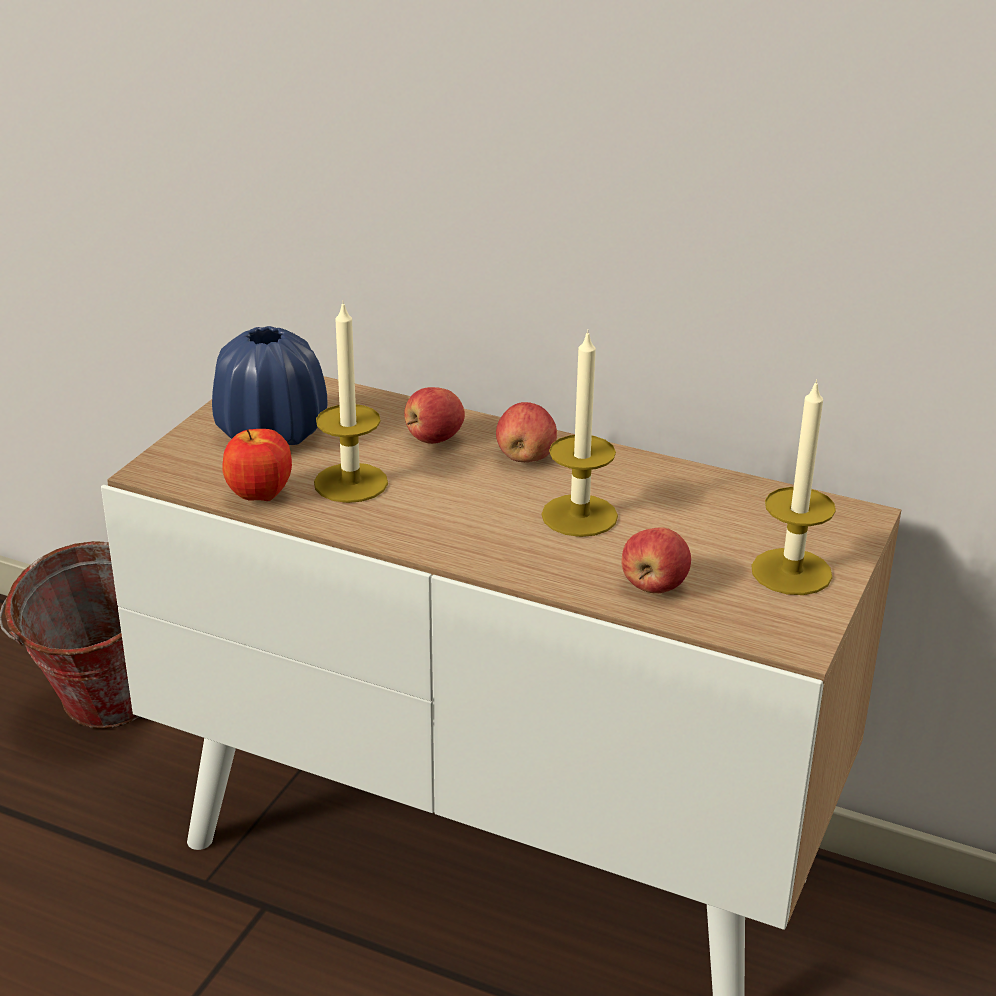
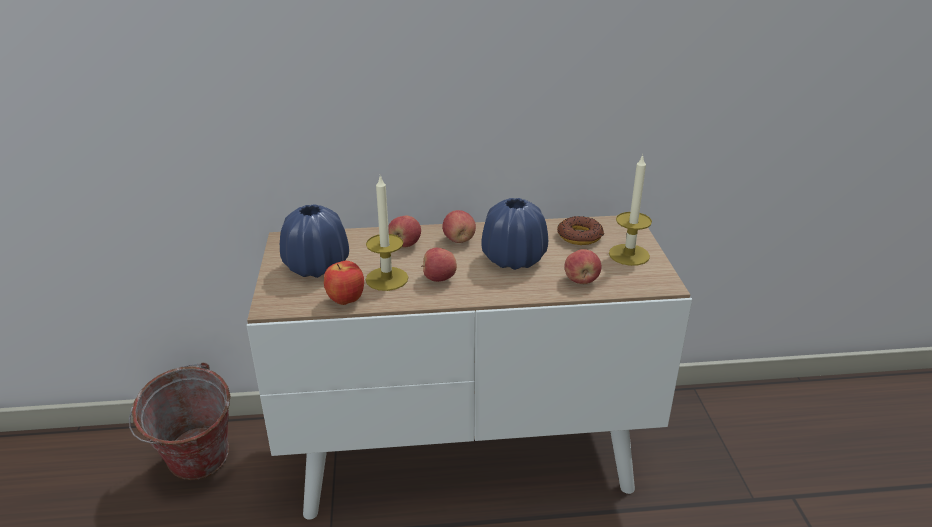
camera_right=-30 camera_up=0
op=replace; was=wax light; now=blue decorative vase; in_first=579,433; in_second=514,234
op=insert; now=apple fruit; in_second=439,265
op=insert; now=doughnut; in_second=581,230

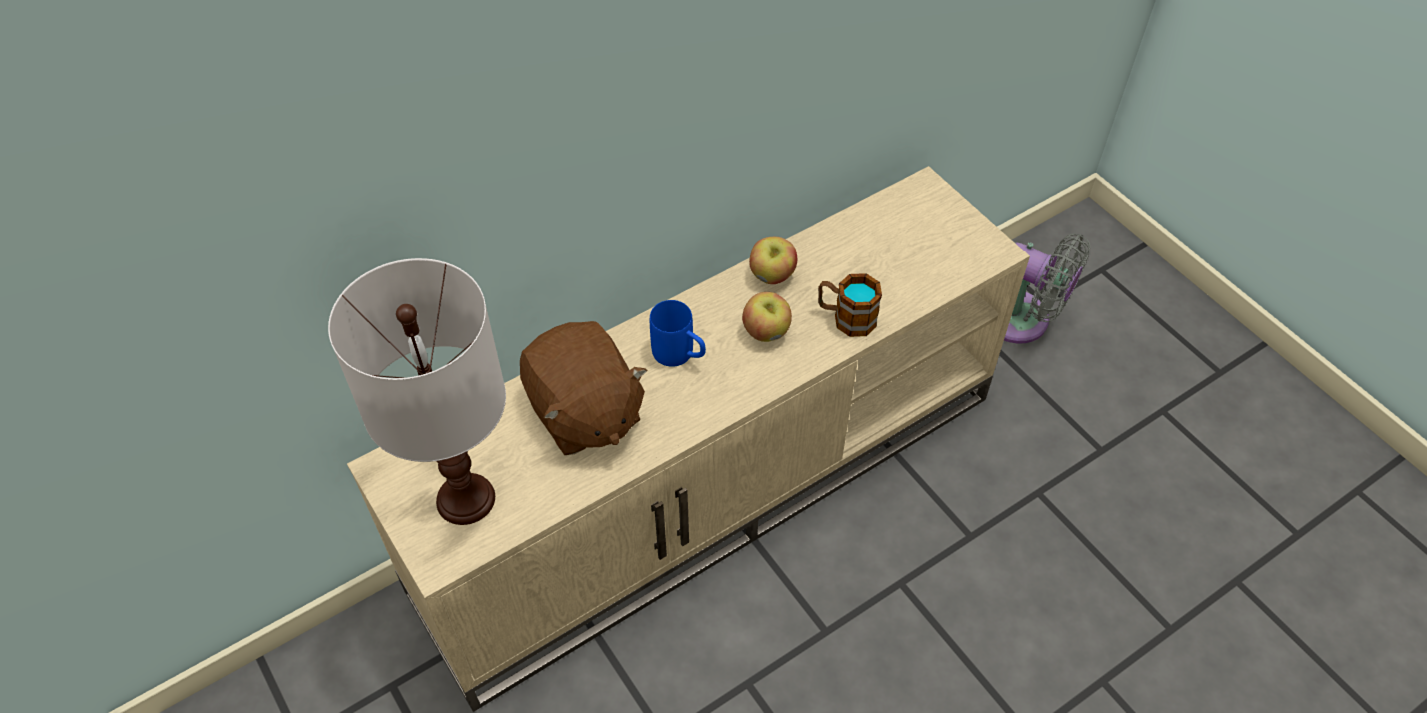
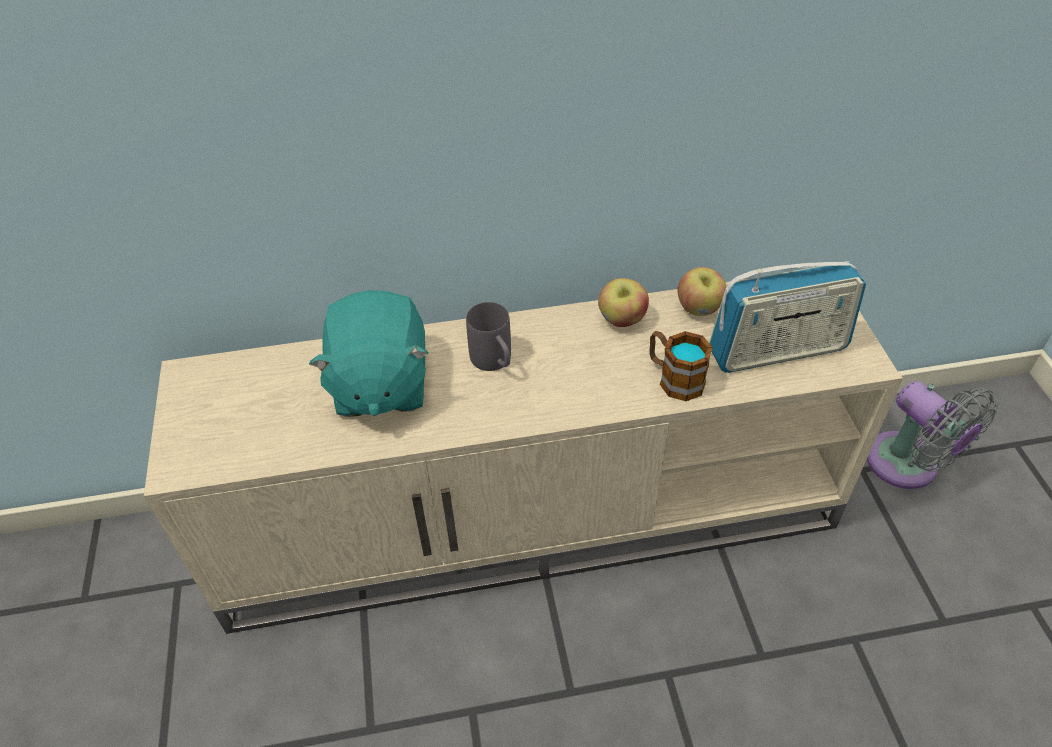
camera_right=25 camera_up=-5
op=delete; was=white table lamp; in_first=417,391
op=recolor; was=brown cuddly toy; now=turquoise-coloured cuddly toy; in_first=583,388; in_second=368,353
op=recolor; was=blue coffee mug; now=gray coffee mug; in_first=678,333; in_second=488,336
op=move; was=apple fruit; in_first=767,317; in_second=701,291
op=insert; now=radio receiver; in_second=787,317

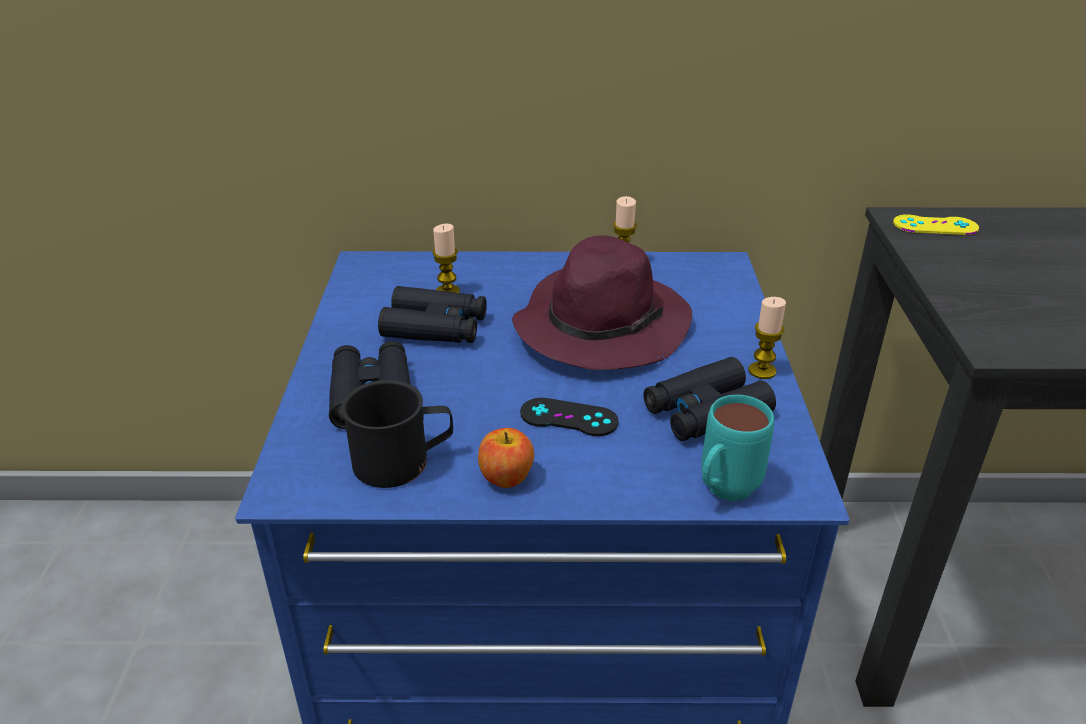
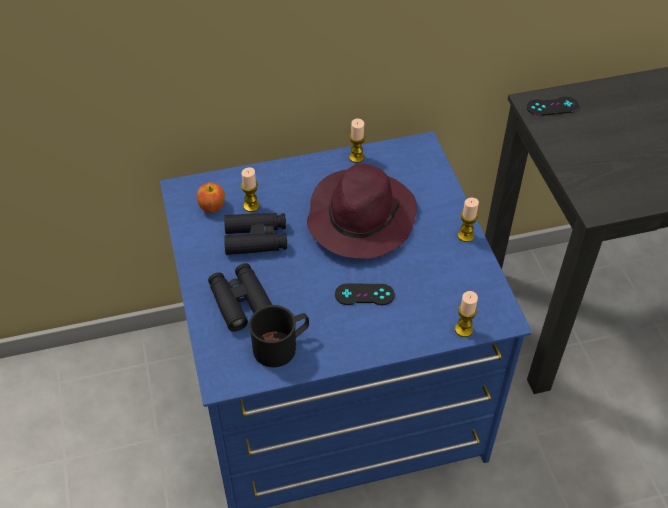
camera_right=-15 camera_up=15
op=move; was=apple fruit; in_first=506,458; in_second=211,198
op=delete; was=black-coloured pair of binoculars; in_first=709,399
op=replace; was=turquoise-coloured coffee mug; now=wax light; in_first=737,448; in_second=466,314
op=recolor; was=yellowish game controller; now=black-coloured game controller; in_first=936,224; in_second=553,106

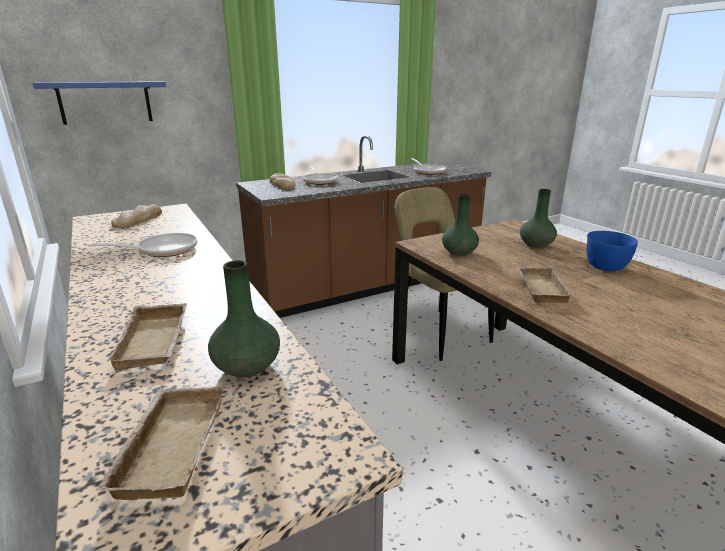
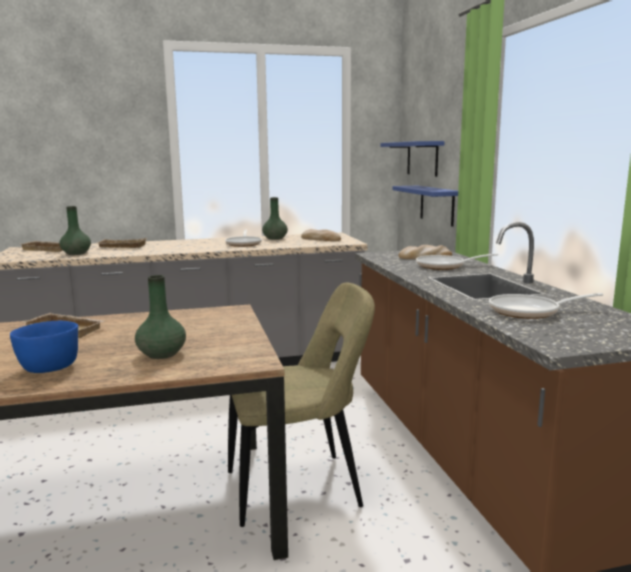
camera_right=105 camera_up=-10
op=move; was=greenish decorative vase; in_first=460,225; in_second=275,218
op=insert; now=blue shelf; in_second=425,206

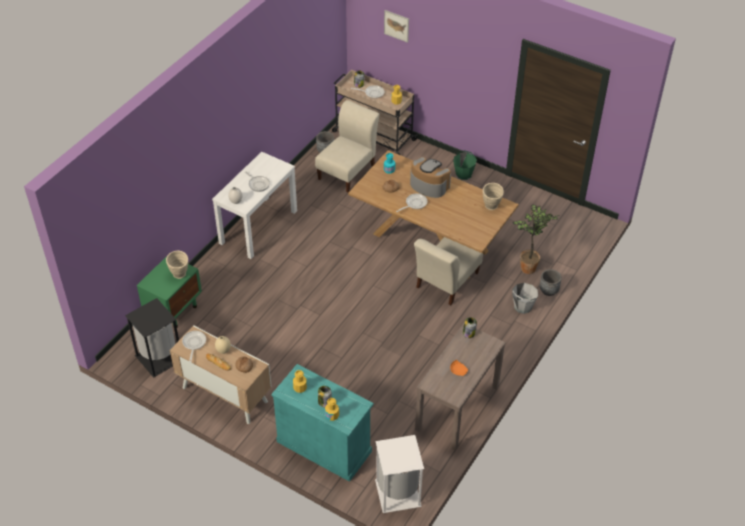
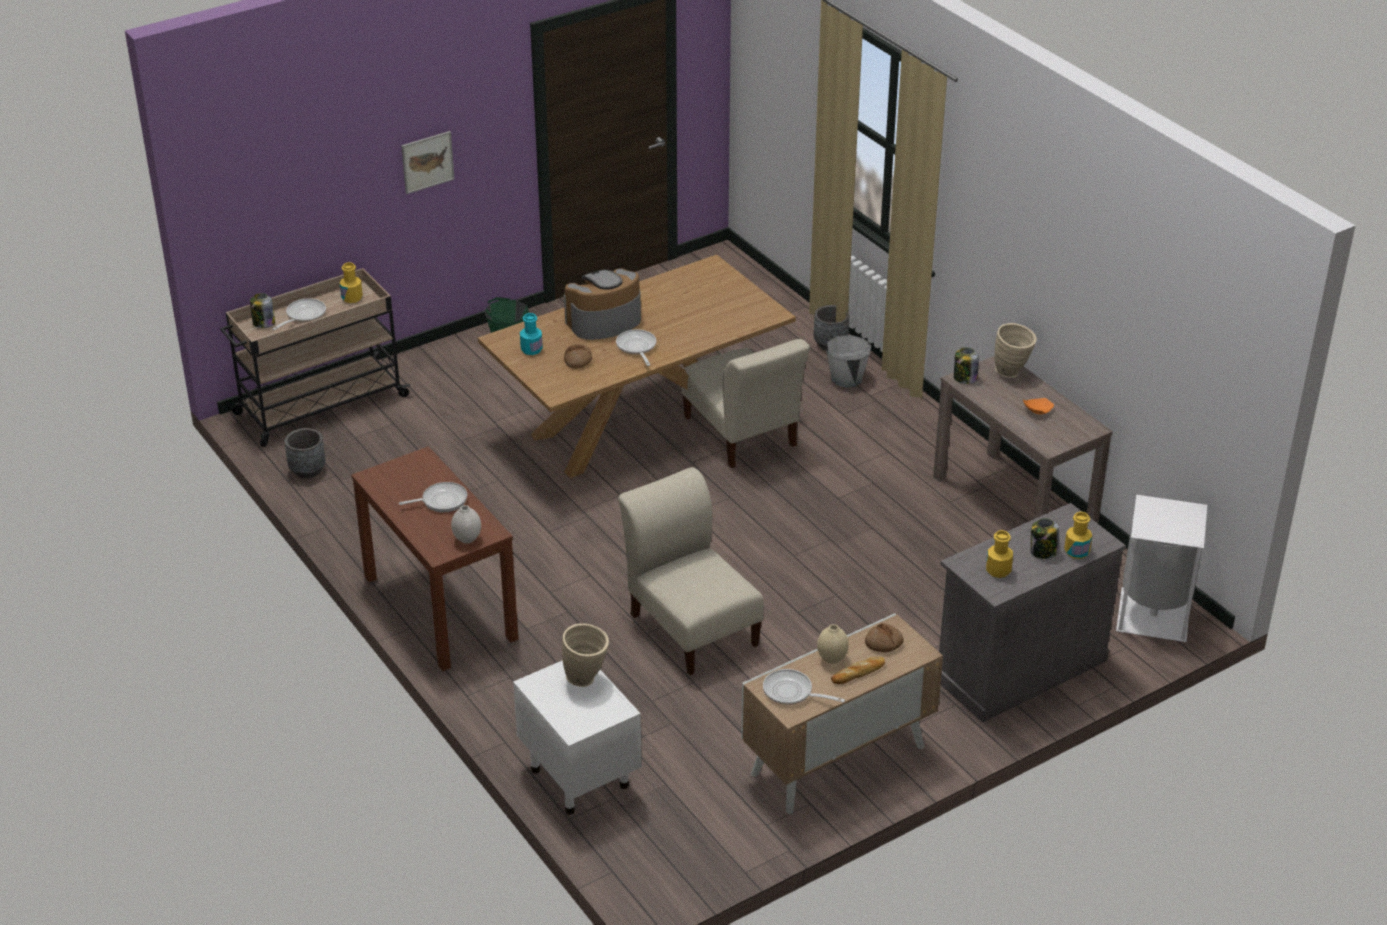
camera_right=-65 camera_up=-10
op=delete; was=black-coloured waste bin; in_first=152,338
op=recolor; was=greenish bedside table; now=white bedside table; in_first=169,291; in_second=577,737
op=recolor; was=white hall table; now=brown hall table; in_first=254,205; in_second=434,558
op=recolor; was=turquoise-coloured storage cabinet; now=gray storage cabinet; in_first=322,423; in_second=1032,613
op=move; was=beige chair; in_first=347,146; in_second=691,571
op=move; was=wall art; in_first=396,26; in_second=428,162
op=move; was=beige decorative vase; in_first=493,196; in_second=1015,350
op=delete; was=plant in a pot; in_first=535,239

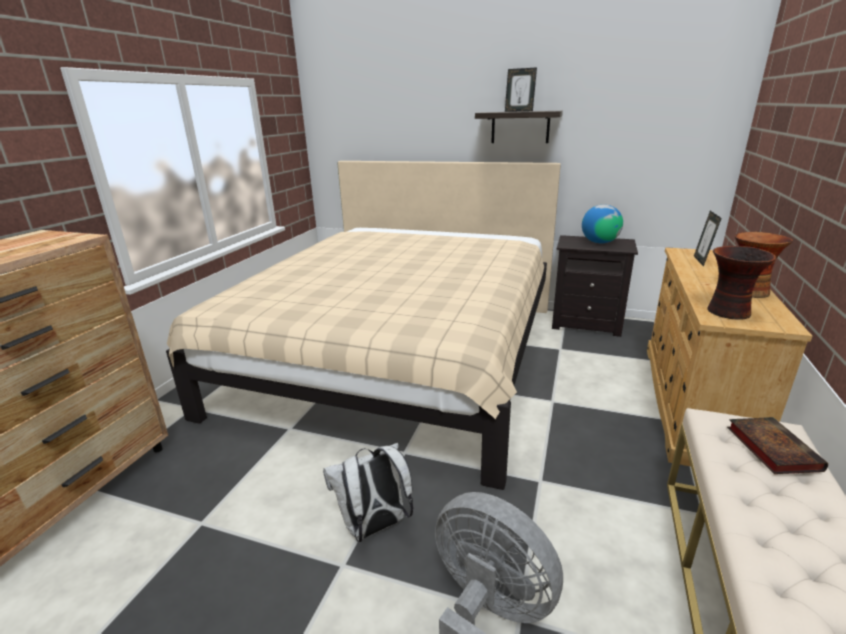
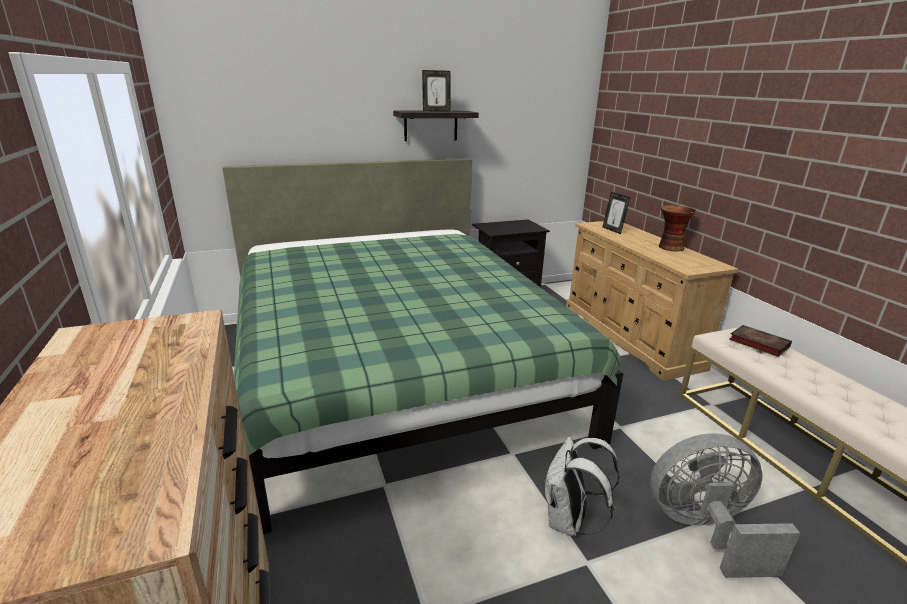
camera_right=-40 camera_up=0
op=recolor; was=beige bed; now=greenish bed; in_first=363,325; in_second=422,346
op=delete; was=globe; in_first=602,224
op=delete; was=decorative vase; in_first=741,283

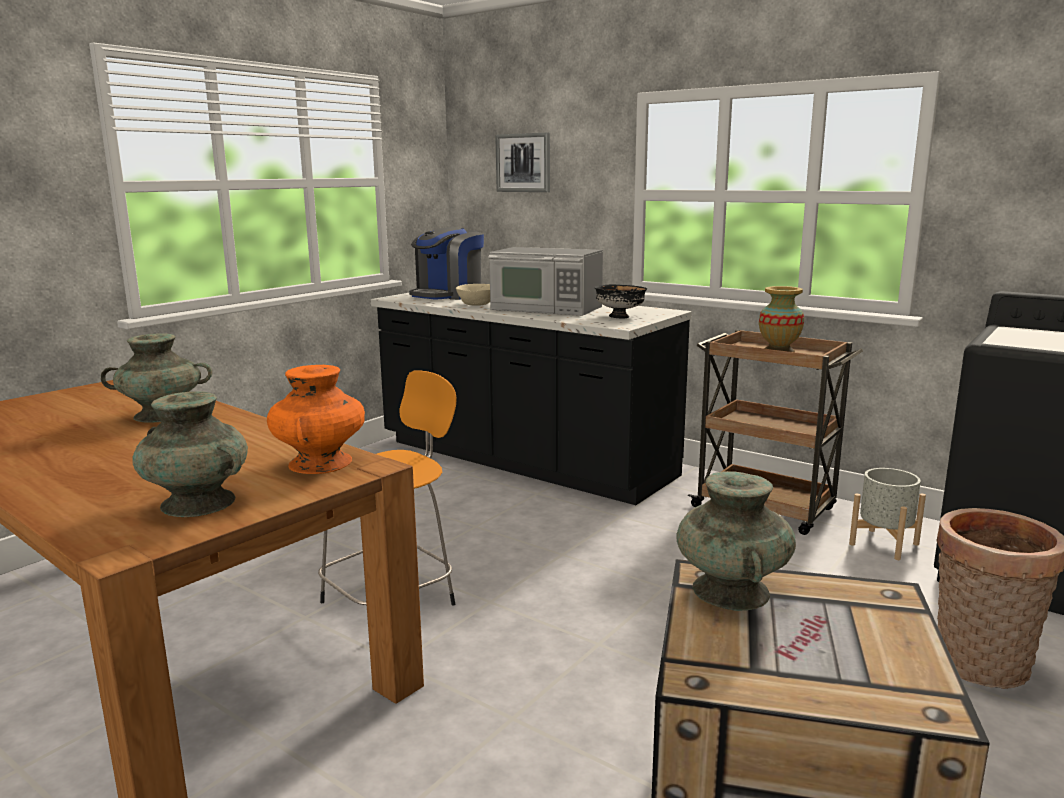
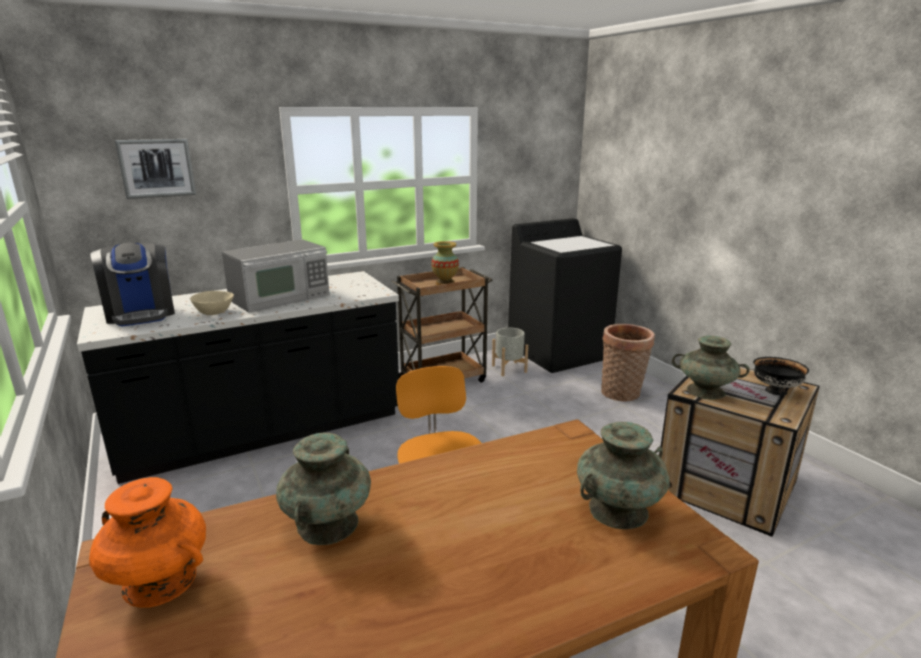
camera_right=-65 camera_up=5
op=move; was=orange decorative vase; in_first=316,419; in_second=147,542
op=move; was=black-coloured deep dish; in_first=620,301; in_second=781,376

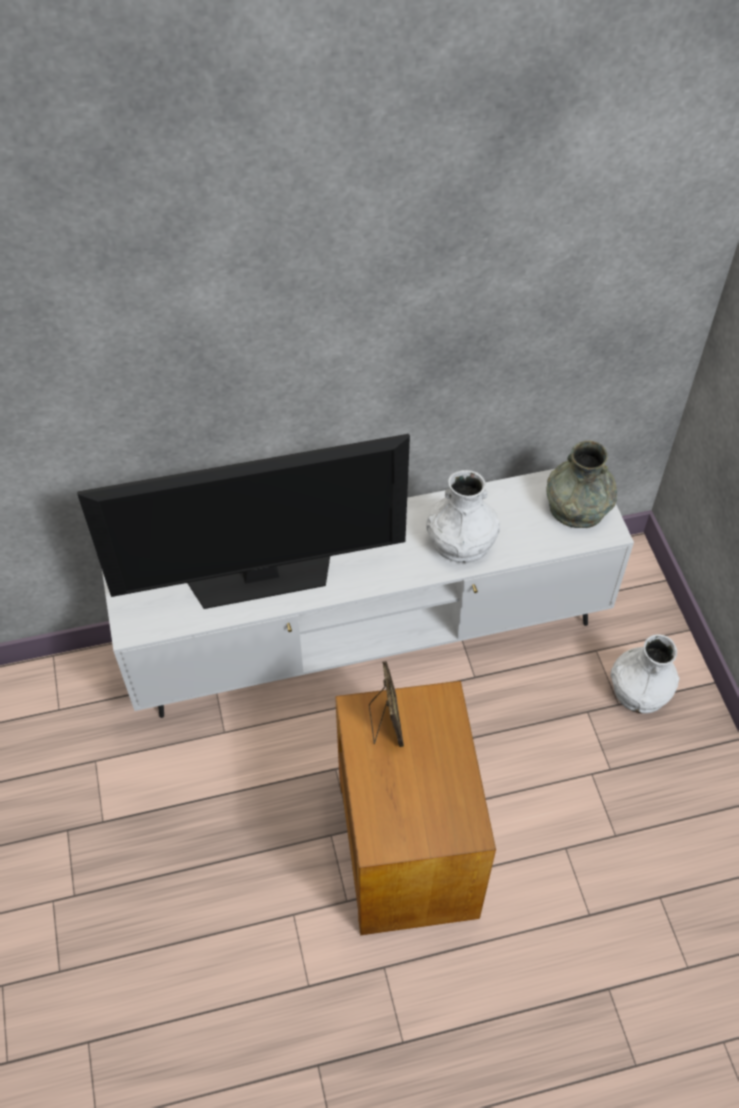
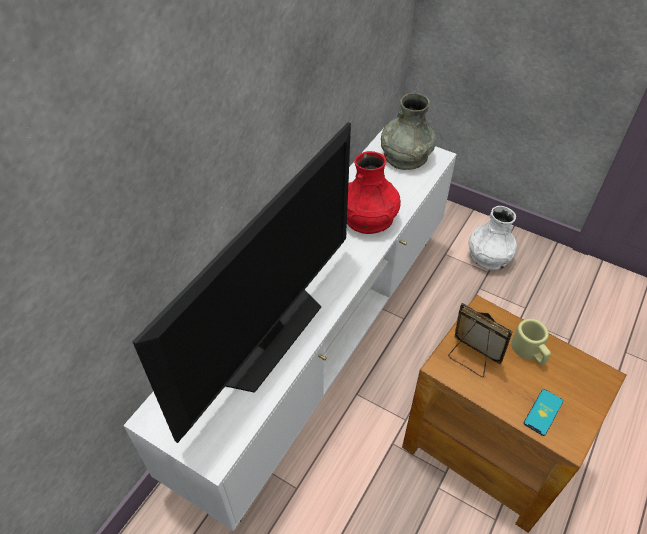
camera_right=-45 camera_up=-5
op=recolor; was=white decorative vase; now=red-coloured decorative vase; in_first=463,516; in_second=374,192
op=insert; now=beige coffee mug; in_second=531,342
op=insert; now=telephone; in_second=543,412

